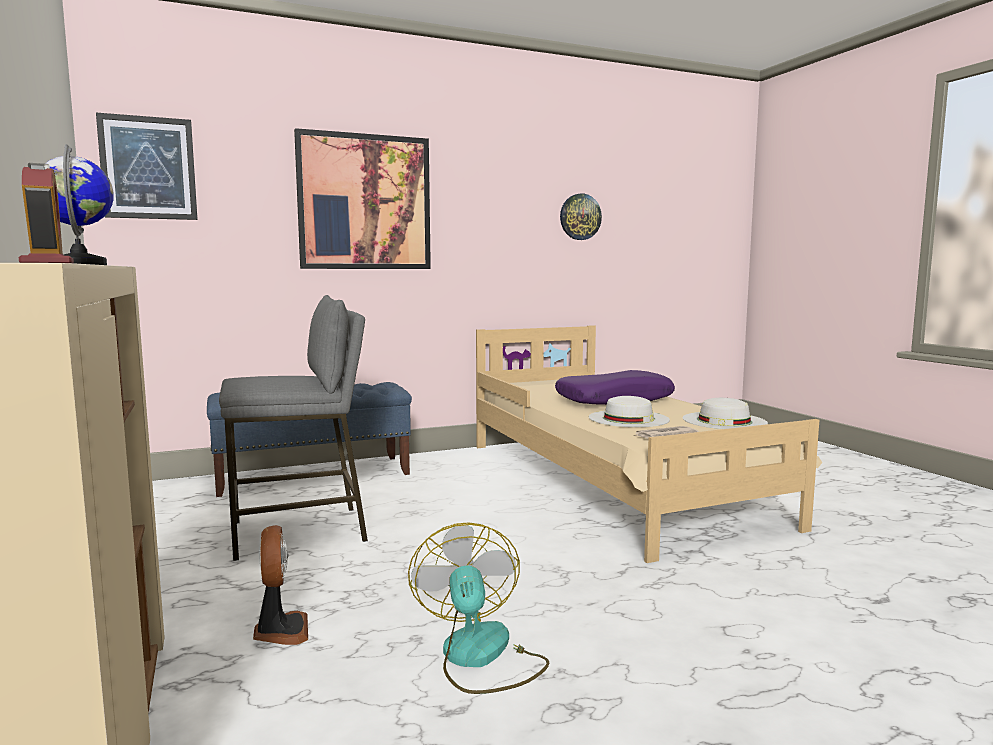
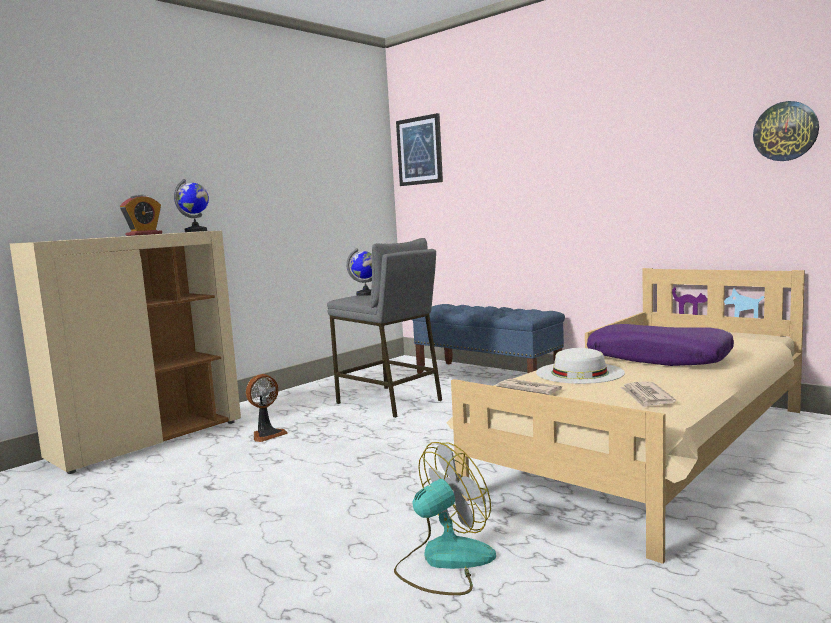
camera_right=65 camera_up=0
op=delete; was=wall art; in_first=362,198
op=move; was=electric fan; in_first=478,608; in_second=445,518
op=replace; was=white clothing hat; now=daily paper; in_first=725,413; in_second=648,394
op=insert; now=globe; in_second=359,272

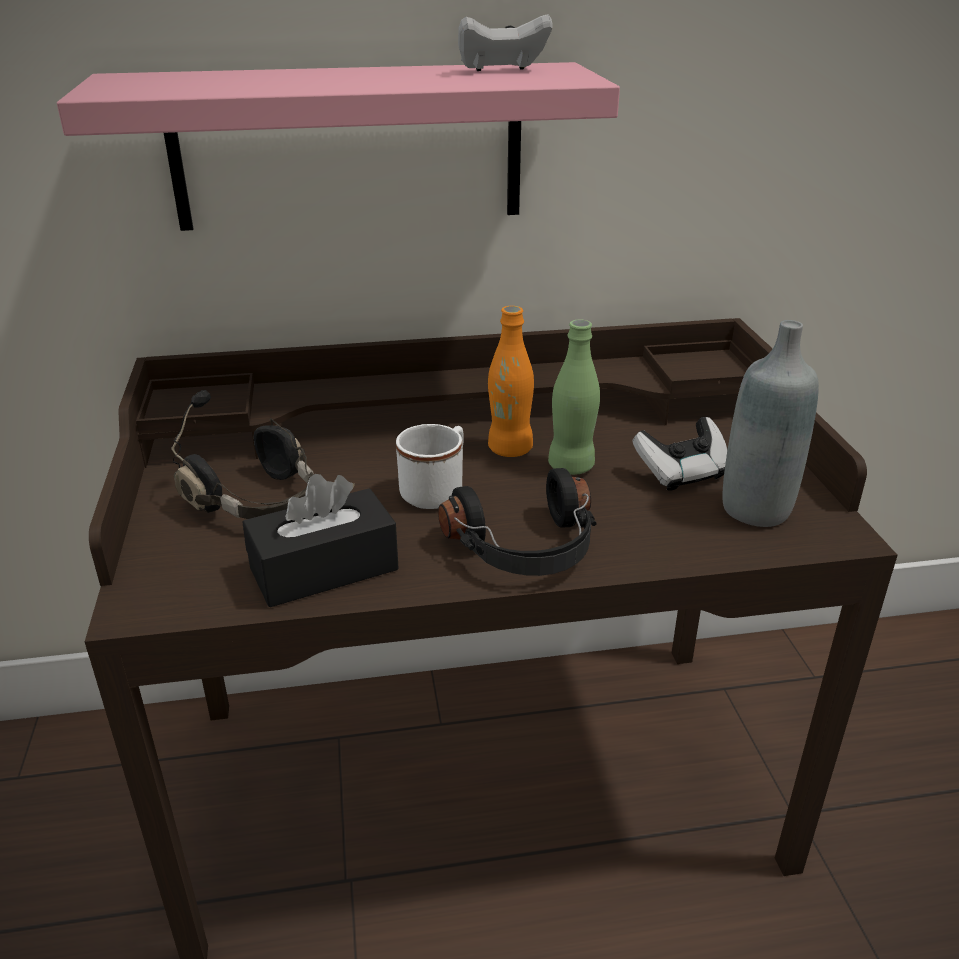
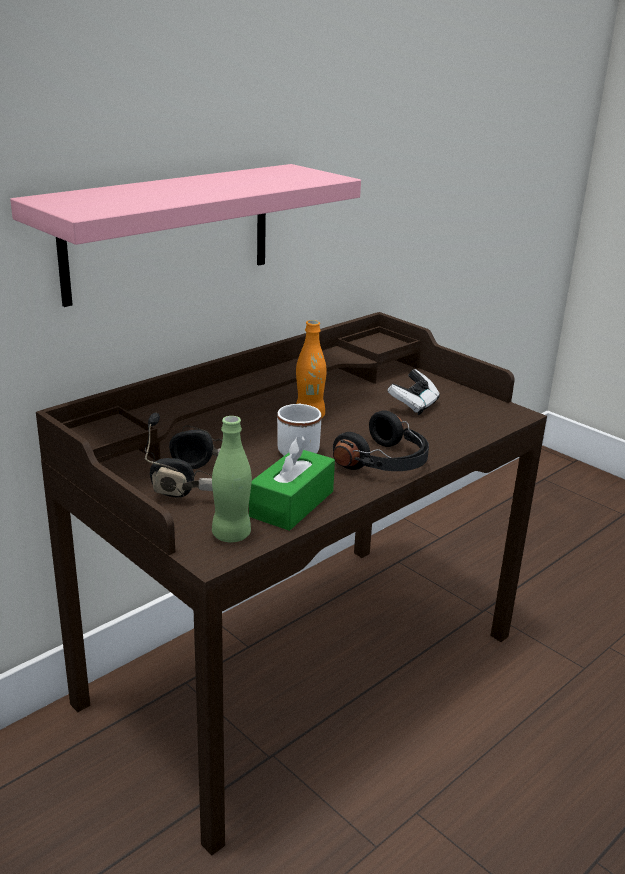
camera_right=-35 camera_up=-5
op=recolor; was=black-coloured tissue holder; now=greenish tissue holder; in_first=320,540; in_second=292,483
op=delete; was=white game controller; in_first=505,42
op=move; was=greenish drink bottle; in_first=574,397; in_second=232,479
op=delete; was=gray drink bottle; in_first=770,423

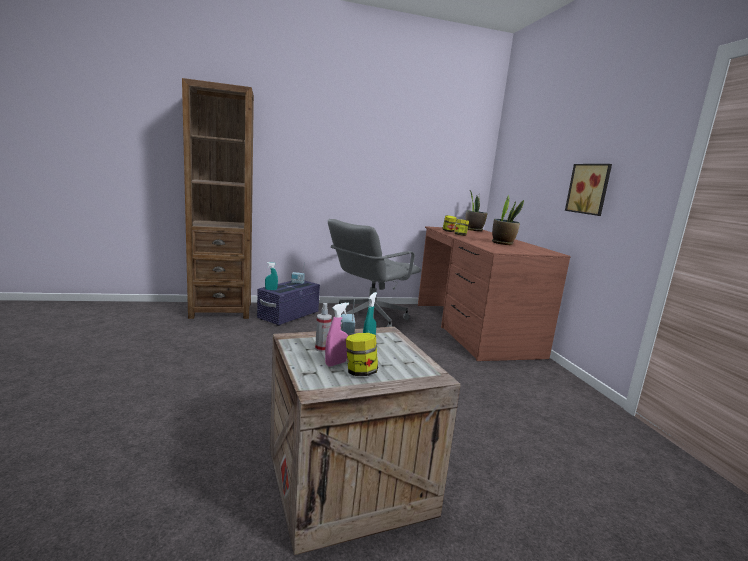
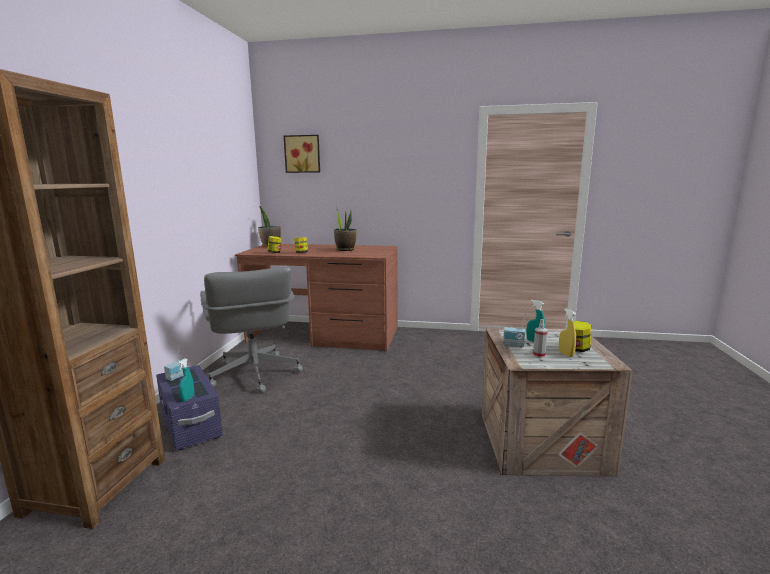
camera_right=-65 camera_up=0
op=recolor; was=pink sprayer; now=yellowish sprayer; in_first=337,335; in_second=567,332
op=move; was=wall art; in_first=588,190; in_second=302,154

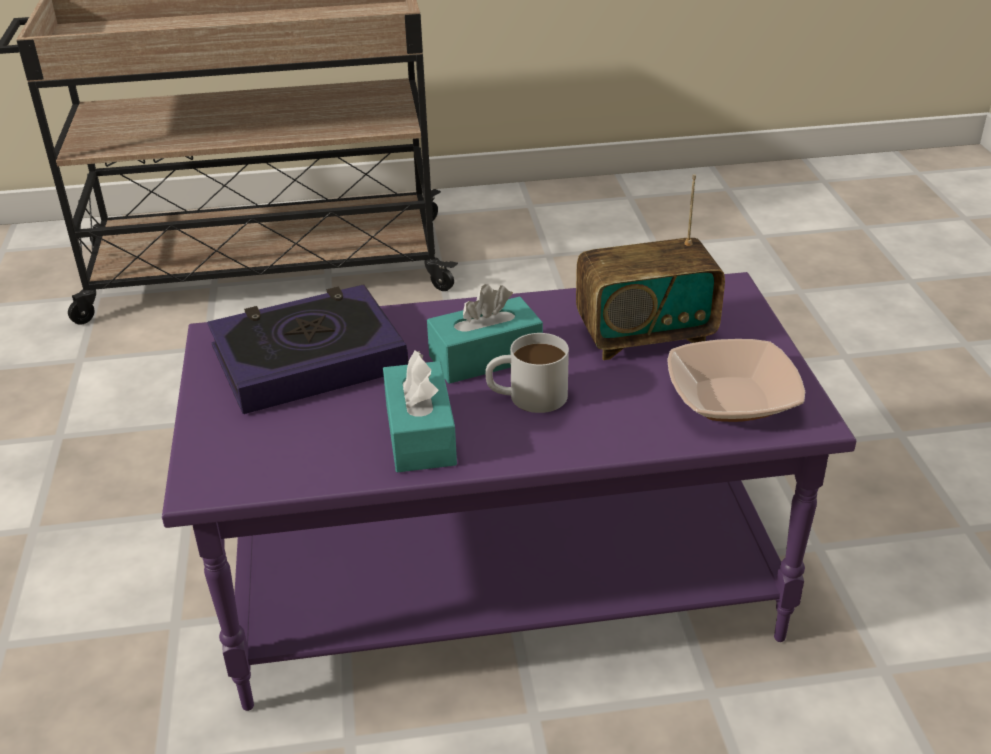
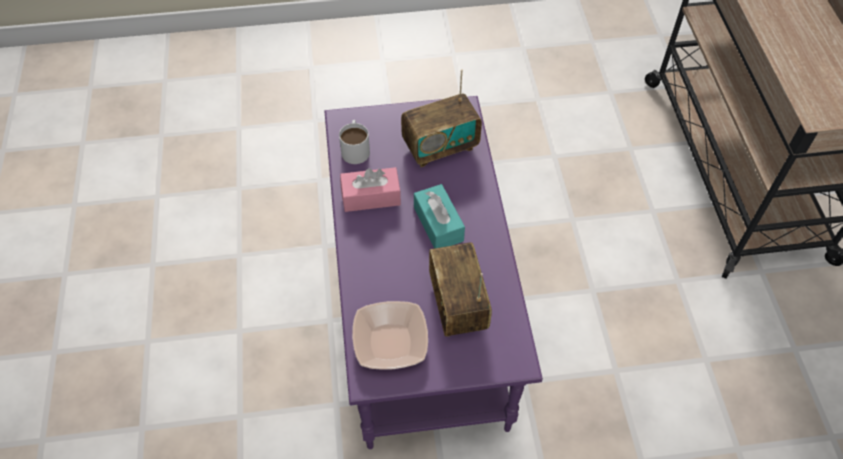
camera_right=90 camera_up=20
op=replace; was=book; now=radio receiver; in_first=307,349; in_second=441,118
op=recolor; was=turquoise-coloured tissue holder; now=pink tissue holder; in_first=420,411; in_second=370,189
op=move; was=white coffee mug; in_first=527,373; in_second=354,142

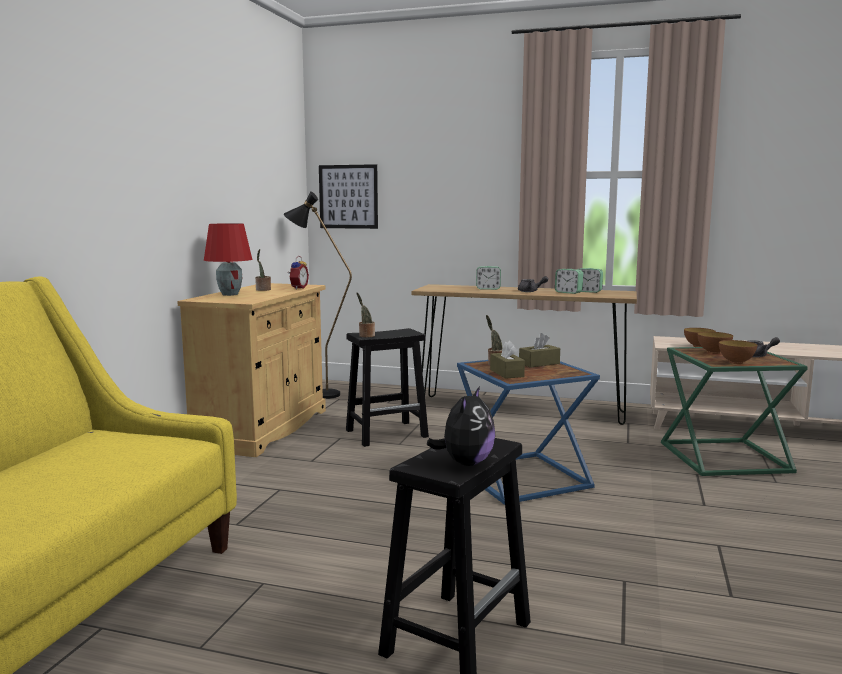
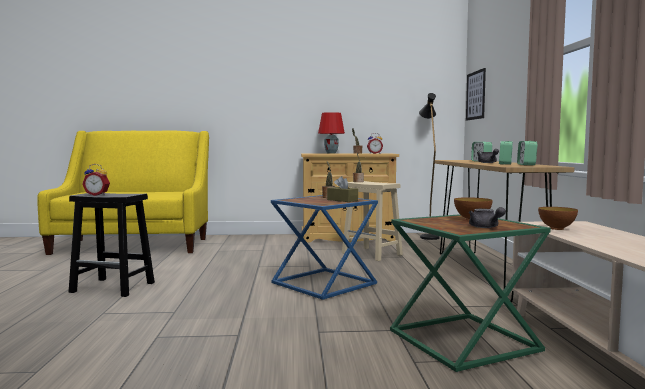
camera_right=70 camera_up=-5
op=recolor; was=black-coloured stool seat; now=beige stool seat; in_first=387,387; in_second=372,221
op=replace; was=cuddly toy; now=bedside clock; in_first=461,426; in_second=96,180
op=delete; was=brown tissue holder; in_first=507,360
op=delete; was=deep dish; in_first=738,352

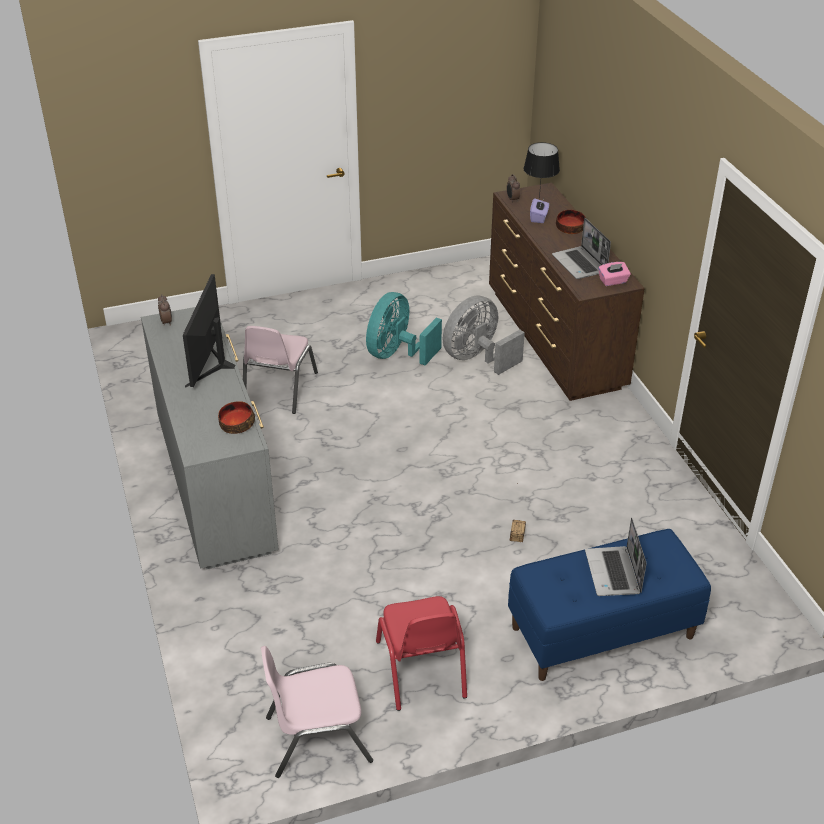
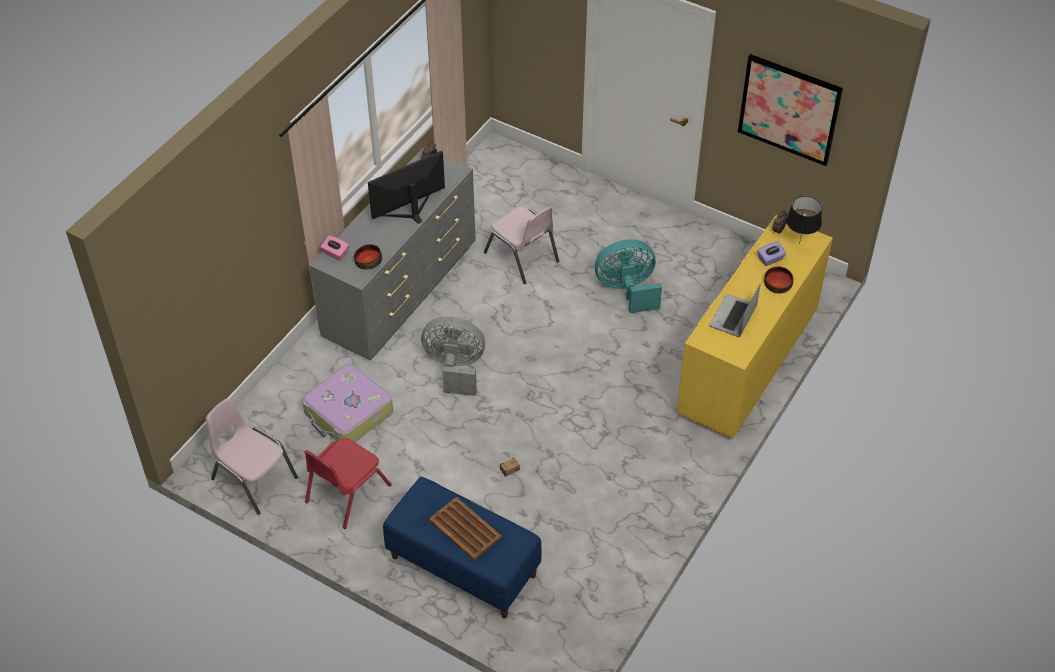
camera_right=50 camera_up=10
op=rotate; was=pink chair; in_first=280,370; in_second=521,245; clockwise=-105
op=move; was=gray electric fan; in_first=484,335; in_second=453,356
op=recolor; was=brown chest of drawers; now=yellowish chest of drawers; in_first=567,292; in_second=754,327
op=replace; was=laptop; now=brown serving tray; in_first=615,557; in_second=465,528
op=move; was=pink tissue holder; in_first=614,274; in_second=335,248
op=insert; now=piece of luggage; in_second=347,403
op=insert; now=wall art; in_second=790,110

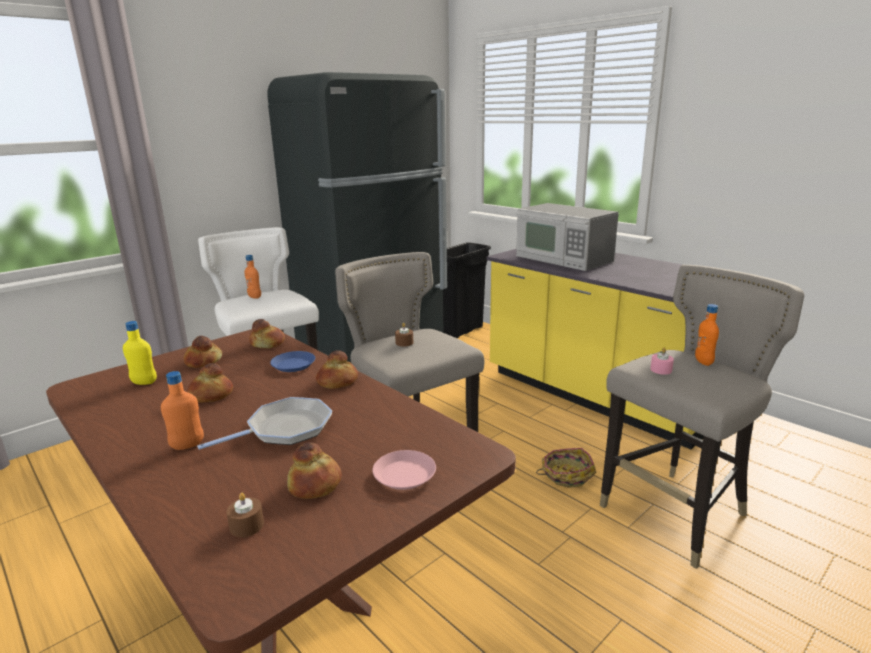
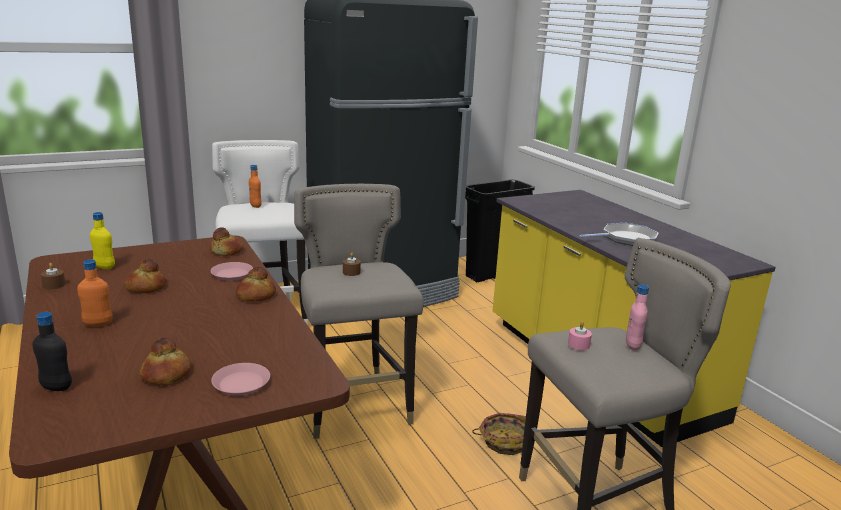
camera_right=15 camera_up=0
op=delete; was=baked bread; in_first=202,352
op=move; was=skillet; in_first=264,423; in_second=618,234
op=move; was=brown wax light; in_first=245,515; in_second=53,276
op=recolor; was=blue flat dish; now=pink flat dish; in_first=292,361; in_second=232,271
op=delete; was=kitchen microwave; in_first=567,237
op=recolor; was=orange drink bottle; now=pink drink bottle; in_first=707,335; in_second=637,317
op=insert; now=black-coloured drink bottle; in_second=52,351

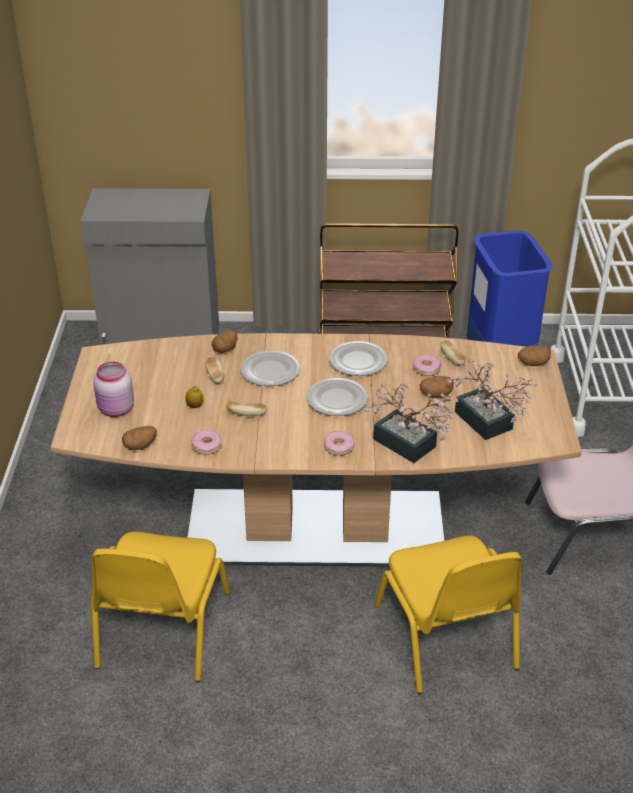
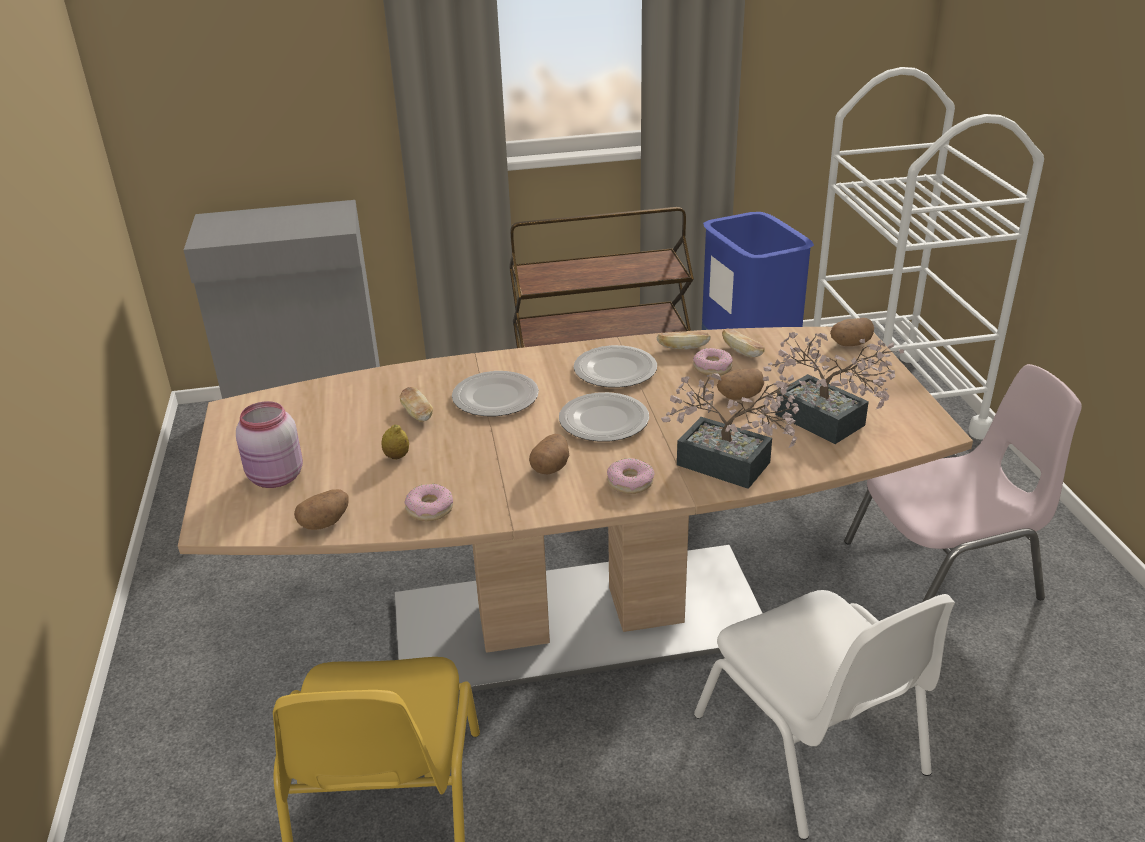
camera_right=-10 camera_up=-5
op=move; was=spud; in_first=224,341; in_second=549,454
op=move; was=baked bread; in_first=246,408; in_second=683,341
op=recolor; was=yellowish chair; now=white chair; in_first=448,614; in_second=824,715

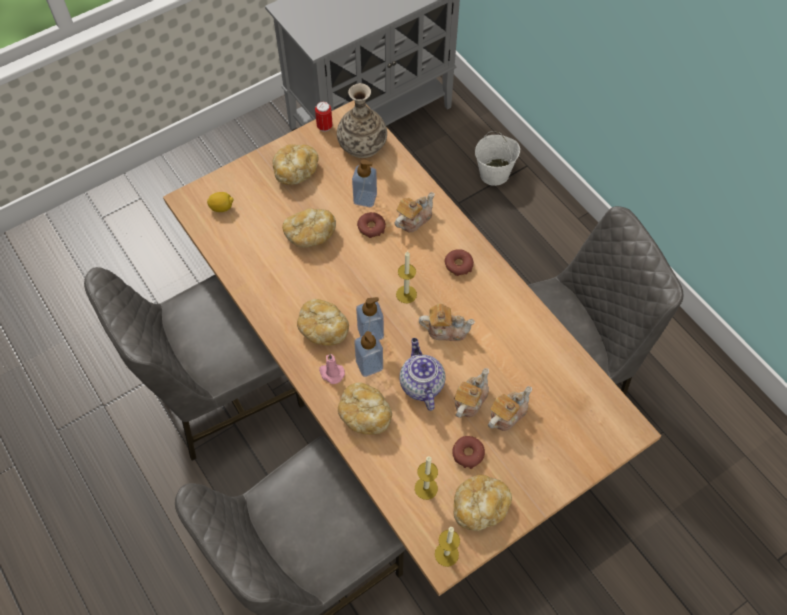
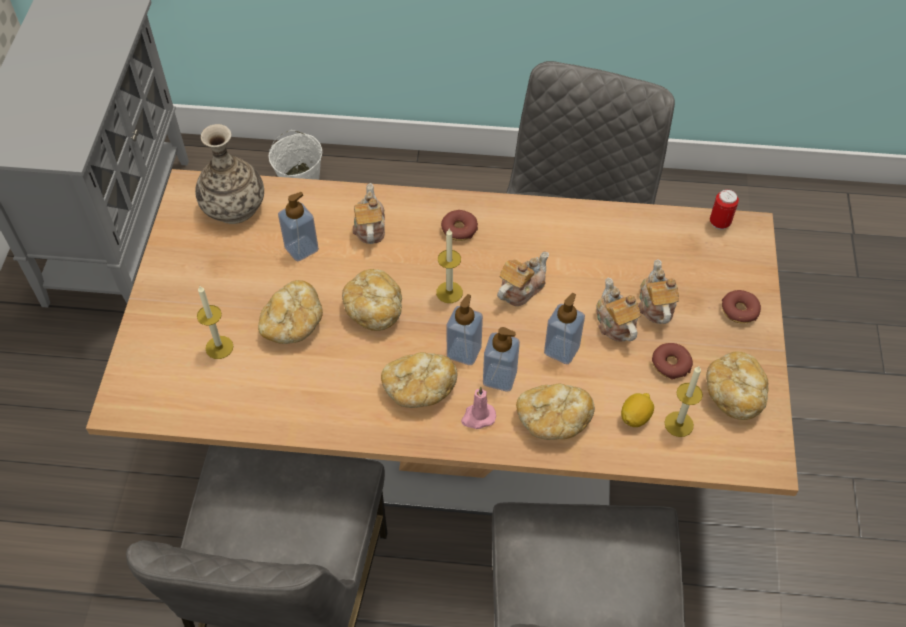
camera_right=-50 camera_up=-5
op=move; was=lemon; in_first=220,202; in_second=637,410
op=move; was=baked bread; in_first=295,164; in_second=372,300
op=move; was=sealed can; in_first=324,116; in_second=724,209
op=move; was=doughnut; in_first=371,225; in_second=741,307
op=replace; was=tea pot; now=liquid soap bottle; in_first=422,374; in_second=564,328
op=move; was=wax light; in_first=447,547; in_second=215,322

